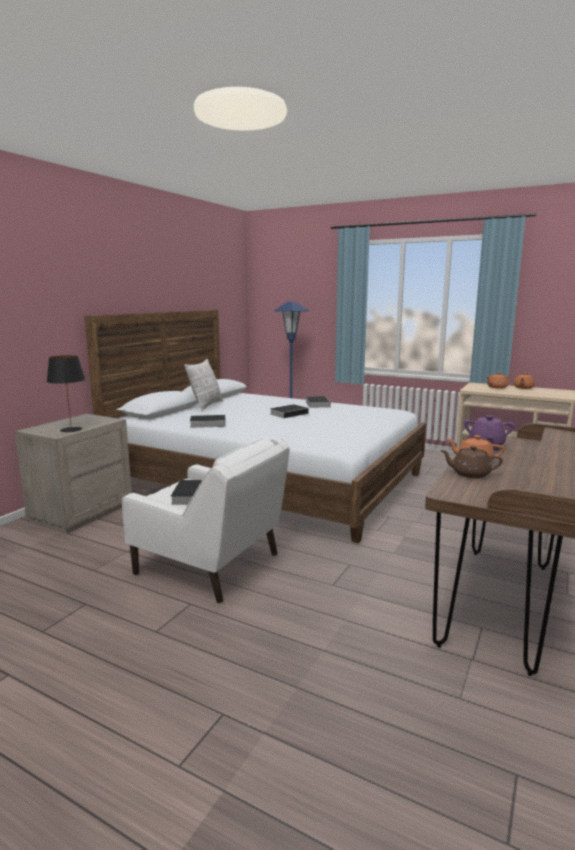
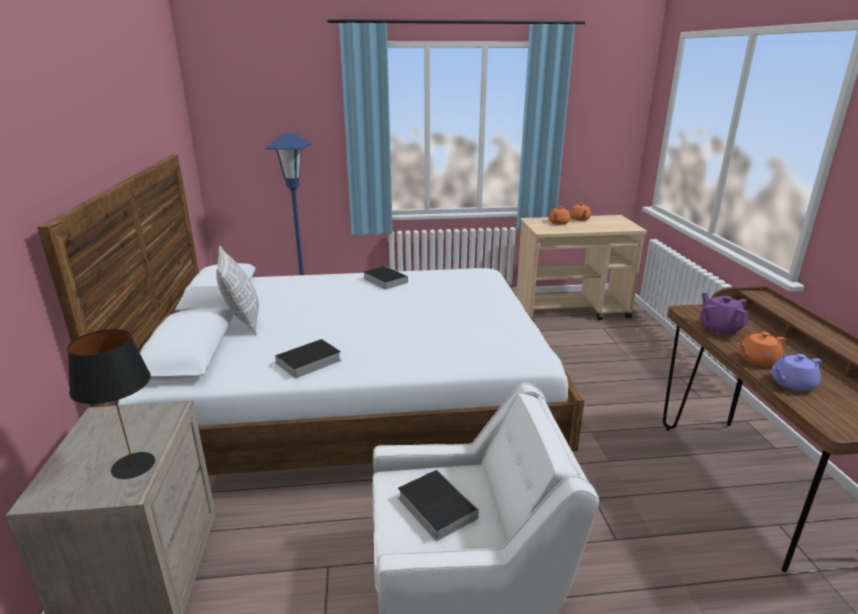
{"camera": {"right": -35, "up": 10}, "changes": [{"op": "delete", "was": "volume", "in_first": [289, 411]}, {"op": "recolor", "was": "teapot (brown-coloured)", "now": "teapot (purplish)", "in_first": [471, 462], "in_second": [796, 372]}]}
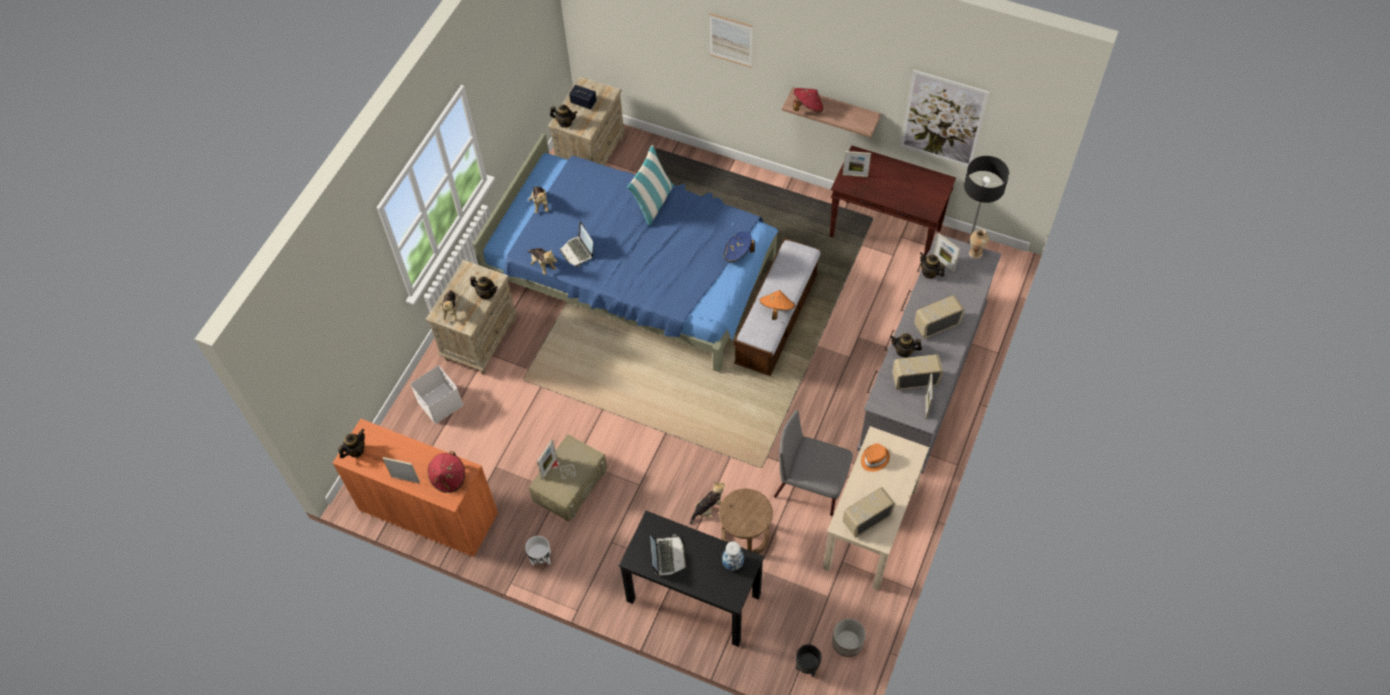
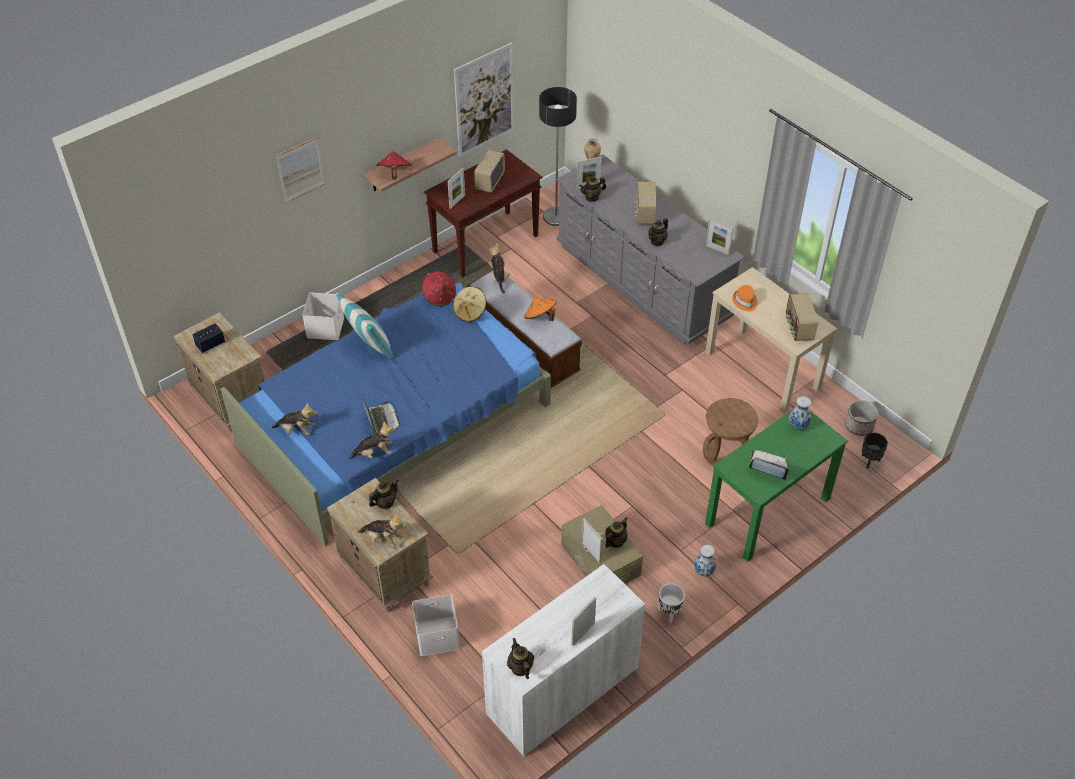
{"camera": {"right": -65, "up": -10}, "changes": [{"op": "delete", "was": "upright chair (grey)", "in_first": [813, 463]}, {"op": "insert", "now": "storage box (white-coloured)", "in_second": [323, 316]}, {"op": "insert", "now": "vase", "in_second": [705, 561]}, {"op": "move", "was": "wearable hat (red-coloured)", "in_first": [446, 472], "in_second": [439, 288]}, {"op": "move", "was": "teapot", "in_first": [563, 116], "in_second": [616, 532]}, {"op": "move", "was": "cuddly toy", "in_first": [707, 503], "in_second": [500, 268]}, {"op": "move", "was": "radio set", "in_first": [917, 372], "in_second": [489, 171]}, {"op": "recolor", "was": "cupboard (orange)", "now": "cupboard (white-coloured)", "in_first": [415, 488], "in_second": [563, 660]}, {"op": "recolor", "was": "desk (black-coloured)", "now": "desk (green)", "in_first": [691, 579], "in_second": [776, 486]}, {"op": "recolor", "was": "wearable hat (blue)", "now": "wearable hat (sand-coloured)", "in_first": [739, 247], "in_second": [469, 304]}, {"op": "rotate", "was": "laptop", "in_first": [577, 244], "in_second": [381, 416], "clockwise": -105}]}
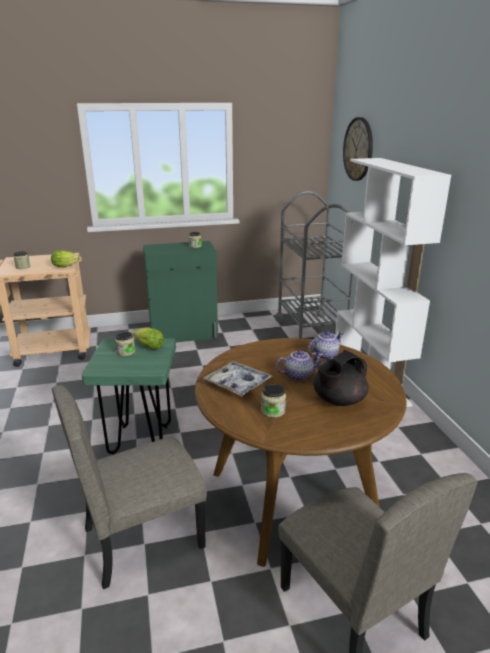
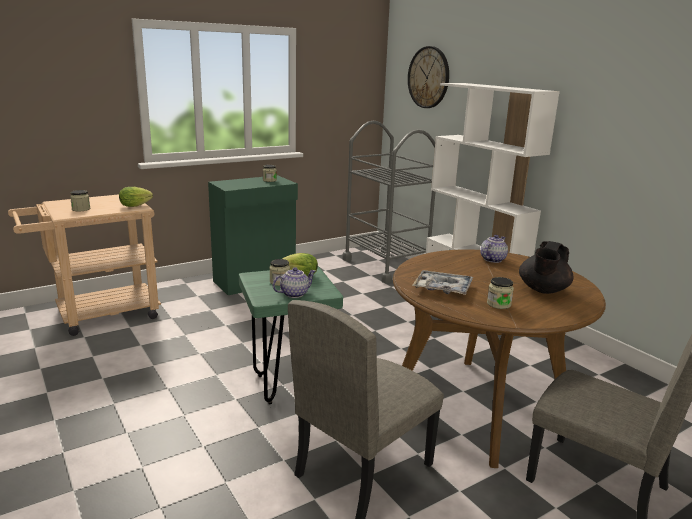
{"camera": {"right": -20, "up": -5}, "changes": [{"op": "move", "was": "teapot", "in_first": [299, 365], "in_second": [294, 282]}]}
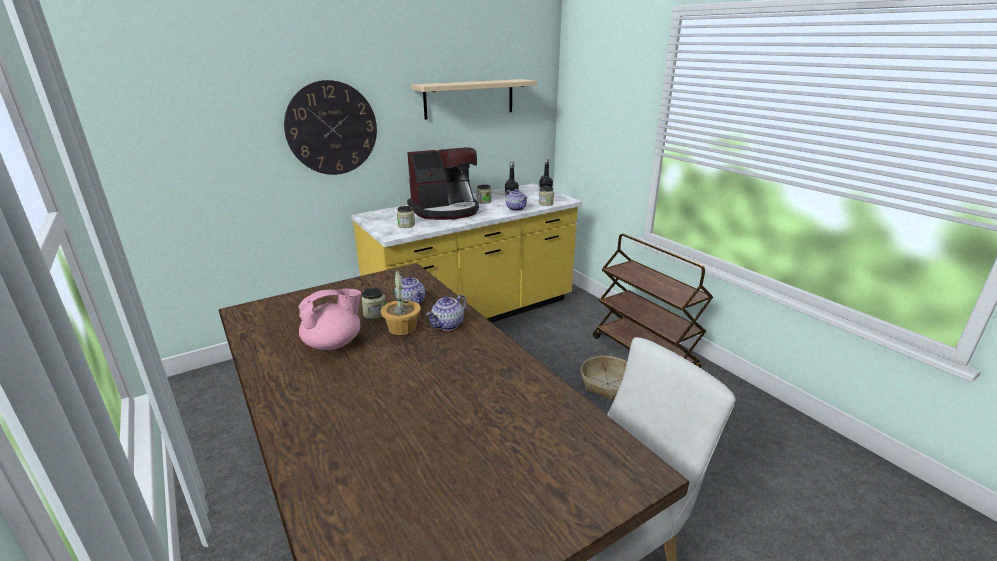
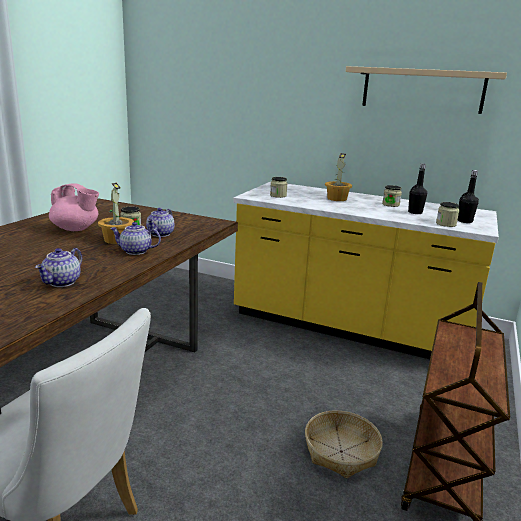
{"camera": {"right": 55, "up": -5}, "changes": [{"op": "delete", "was": "wall clock", "in_first": [330, 127]}, {"op": "move", "was": "teapot", "in_first": [516, 200], "in_second": [58, 267]}, {"op": "replace", "was": "coffee brewer", "now": "houseplant", "in_first": [443, 183], "in_second": [338, 177]}]}
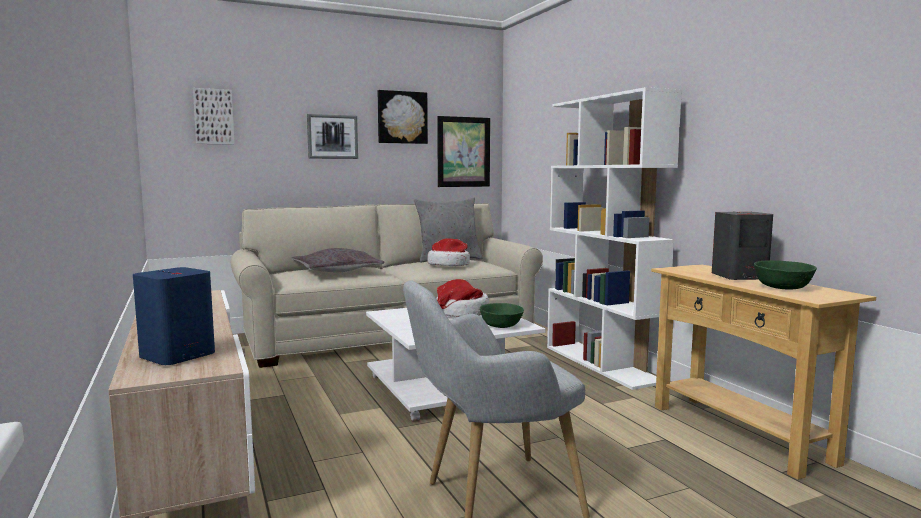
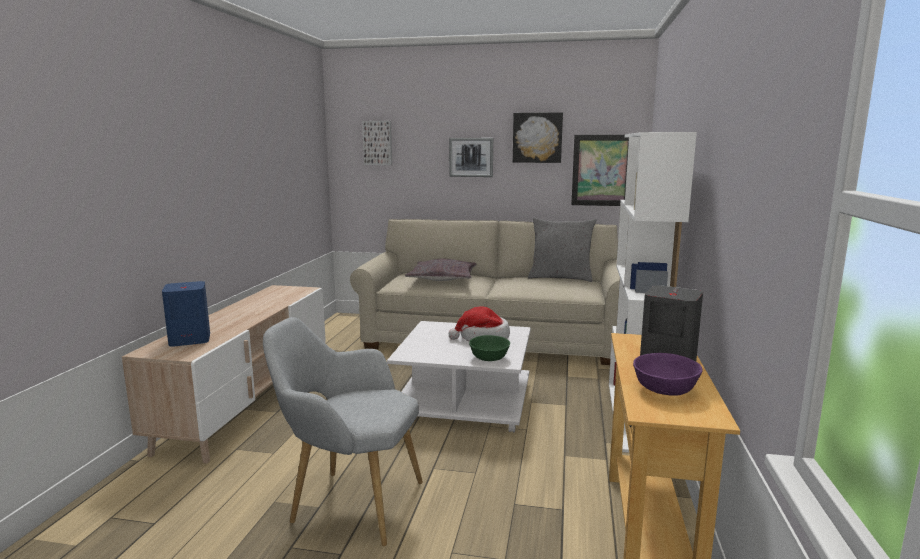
{"camera": {"right": 35, "up": 5}, "changes": [{"op": "delete", "was": "wearable hat", "in_first": [449, 252]}, {"op": "recolor", "was": "serving bowl (green)", "now": "serving bowl (purplish)", "in_first": [785, 274], "in_second": [667, 374]}]}
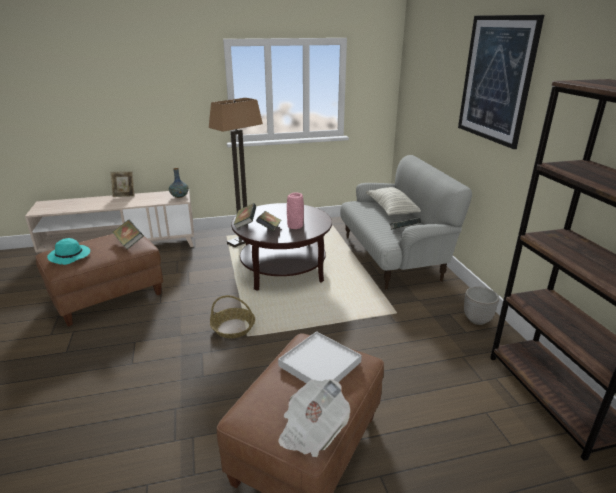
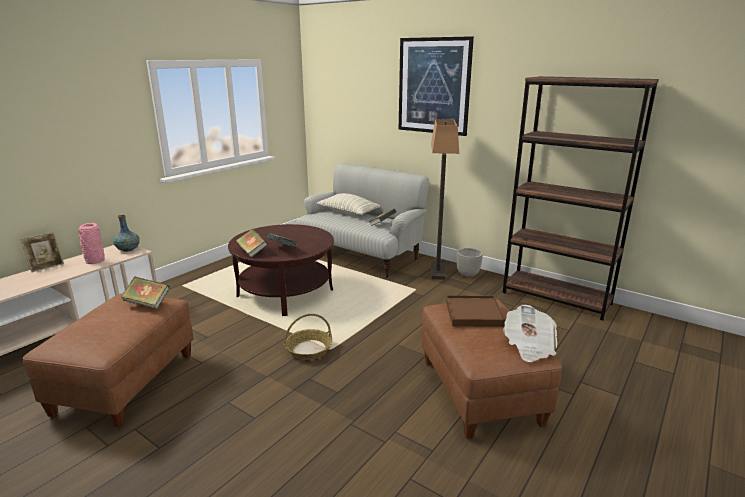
{"camera": {"right": -40, "up": -5}, "changes": [{"op": "delete", "was": "wearable hat (turquoise-coloured)", "in_first": [68, 251]}, {"op": "move", "was": "standing lamp", "in_first": [236, 172], "in_second": [445, 200]}, {"op": "move", "was": "vase (pinkish)", "in_first": [295, 210], "in_second": [91, 243]}, {"op": "recolor", "was": "tray (white-coloured)", "now": "tray (brown-coloured)", "in_first": [320, 357], "in_second": [475, 311]}]}
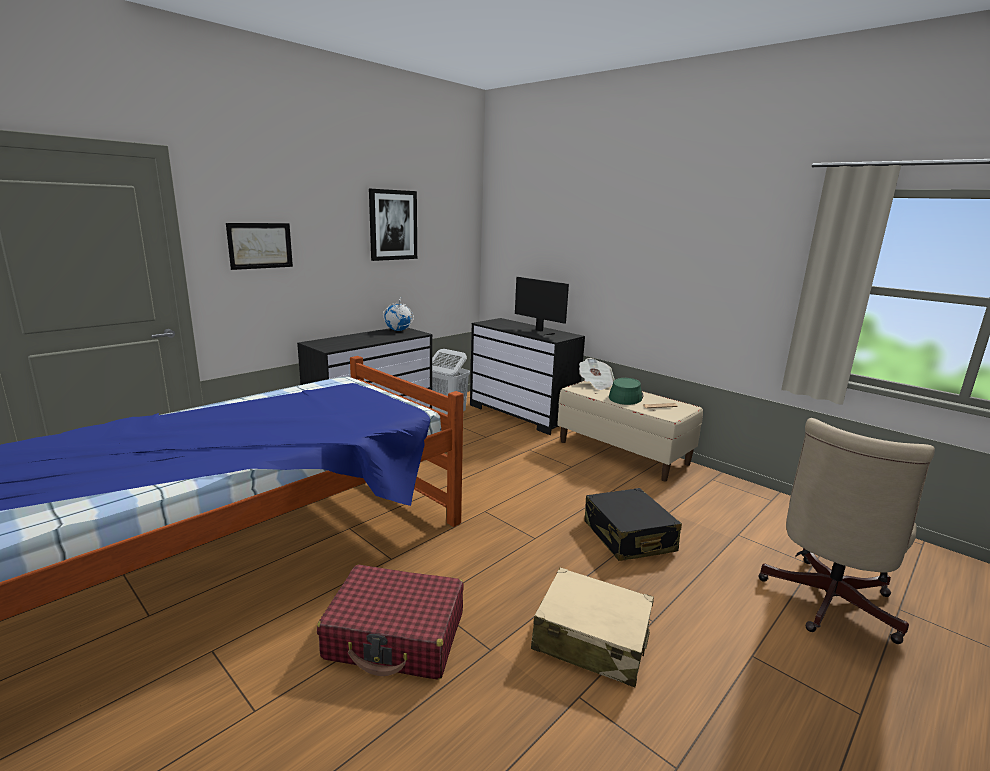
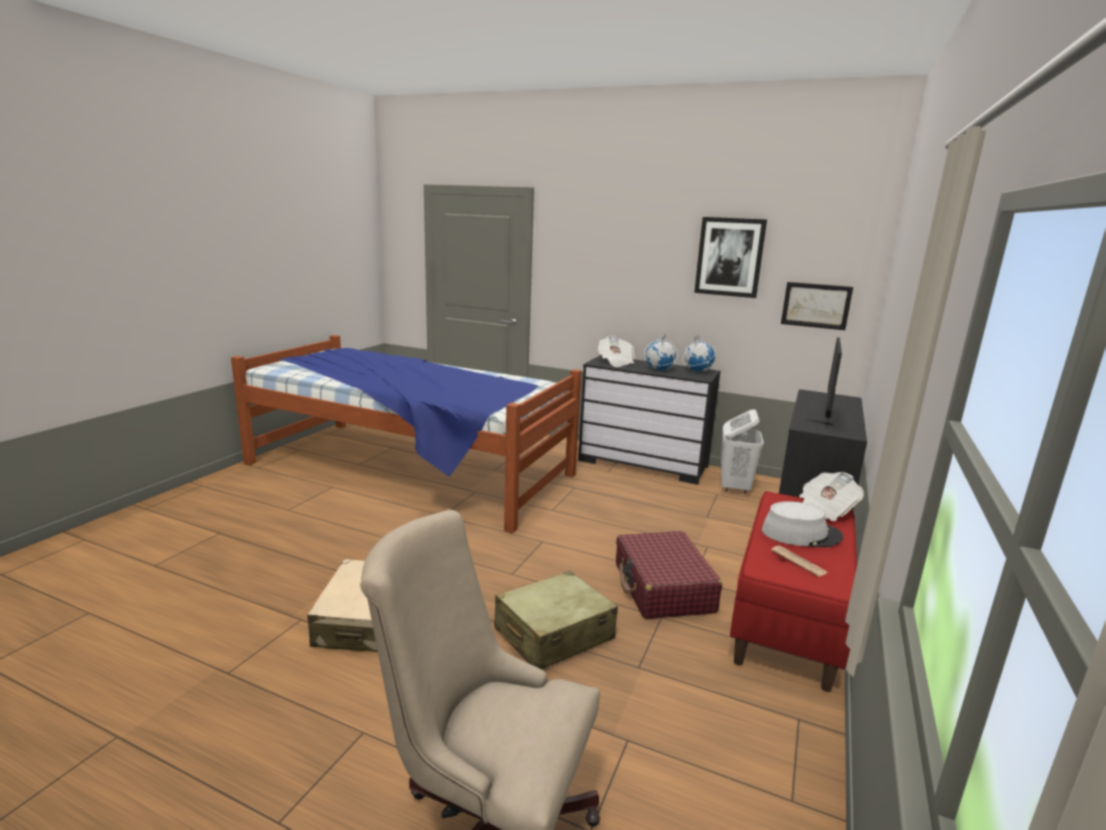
{"camera": {"right": 70, "up": 0}, "changes": [{"op": "insert", "now": "newspaper", "in_second": [616, 351]}, {"op": "insert", "now": "world globe", "in_second": [661, 352]}, {"op": "move", "was": "wall art", "in_first": [259, 246], "in_second": [817, 306]}, {"op": "move", "was": "suitcase (red-coloured)", "in_first": [390, 622], "in_second": [669, 575]}, {"op": "recolor", "was": "indoor bench (sand-coloured)", "now": "indoor bench (red-coloured)", "in_first": [630, 431], "in_second": [793, 591]}, {"op": "recolor", "was": "suitcase (black-coloured)", "now": "suitcase (sand-coloured)", "in_first": [633, 524], "in_second": [556, 620]}, {"op": "recolor", "was": "wearable hat (green)", "now": "wearable hat (grey)", "in_first": [626, 391], "in_second": [802, 524]}]}
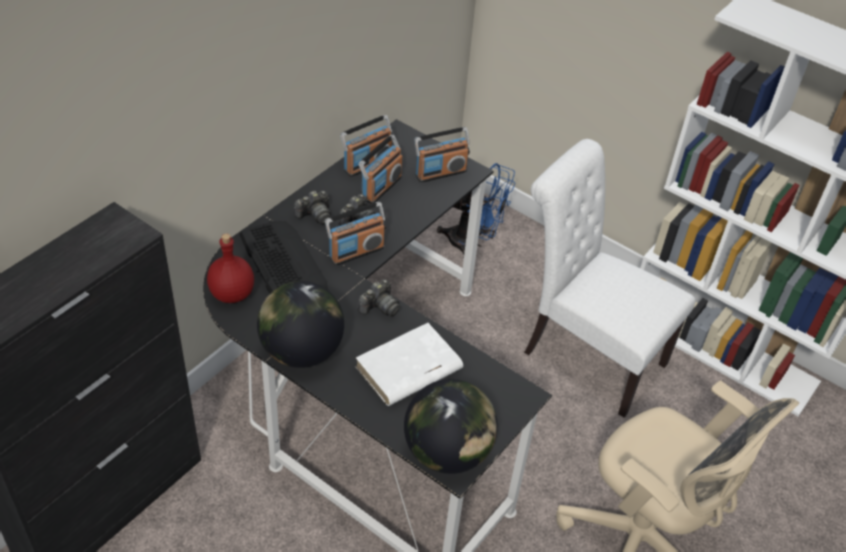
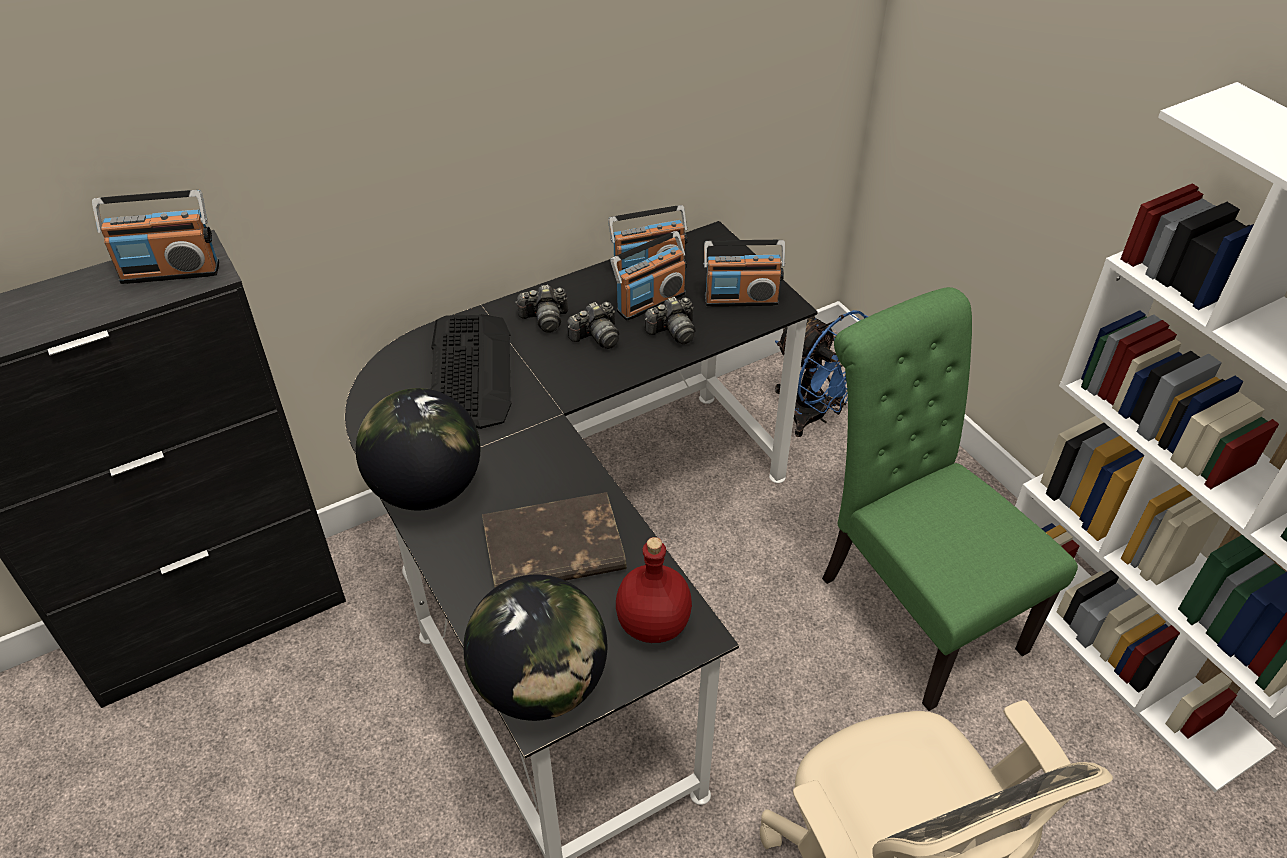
{"camera": {"right": 25, "up": 0}, "changes": [{"op": "move", "was": "drink bottle (red-coloured)", "in_first": [230, 268], "in_second": [654, 590]}, {"op": "move", "was": "radio set", "in_first": [355, 233], "in_second": [155, 237]}, {"op": "move", "was": "still camera", "in_first": [378, 298], "in_second": [669, 320]}, {"op": "recolor", "was": "volume (white-coloured)", "now": "volume (brown-coloured)", "in_first": [409, 364], "in_second": [554, 540]}, {"op": "recolor", "was": "upright chair (white-coloured)", "now": "upright chair (green)", "in_first": [609, 278], "in_second": [950, 499]}]}
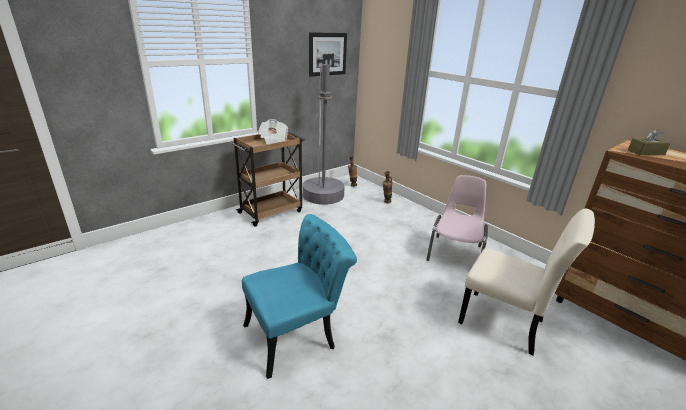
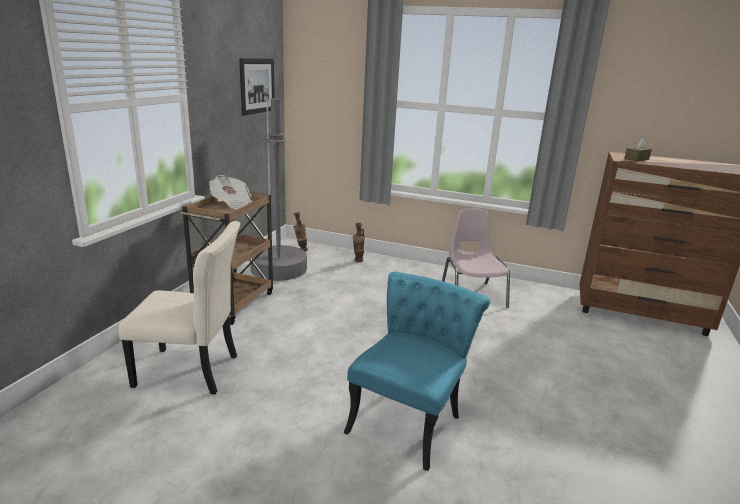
{"camera": {"right": -30, "up": -5}, "changes": [{"op": "move", "was": "upright chair (sand-coloured)", "in_first": [526, 282], "in_second": [179, 307]}]}
